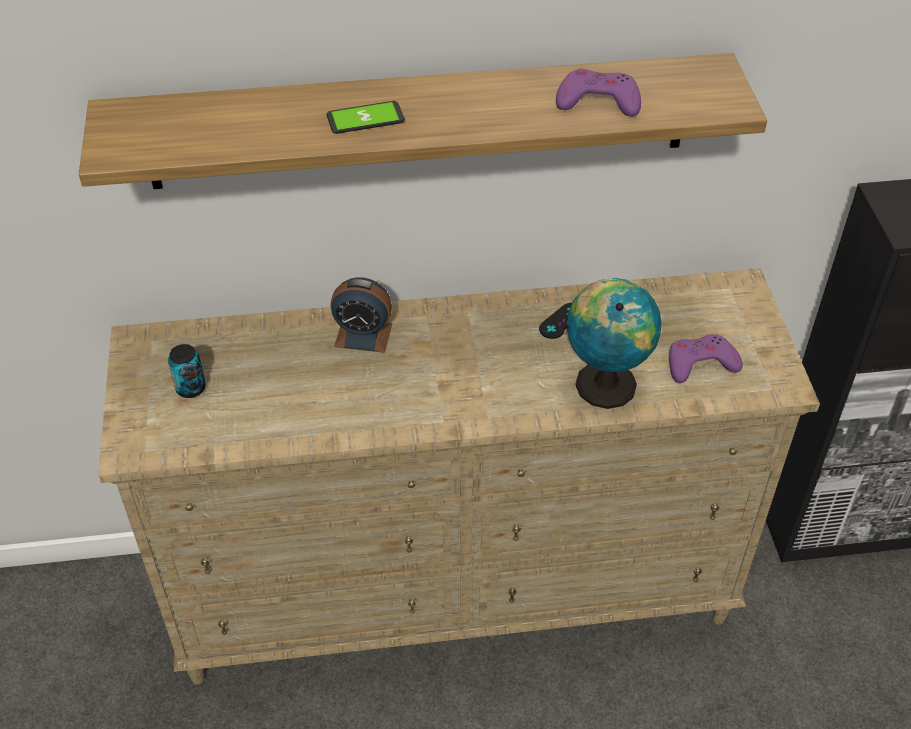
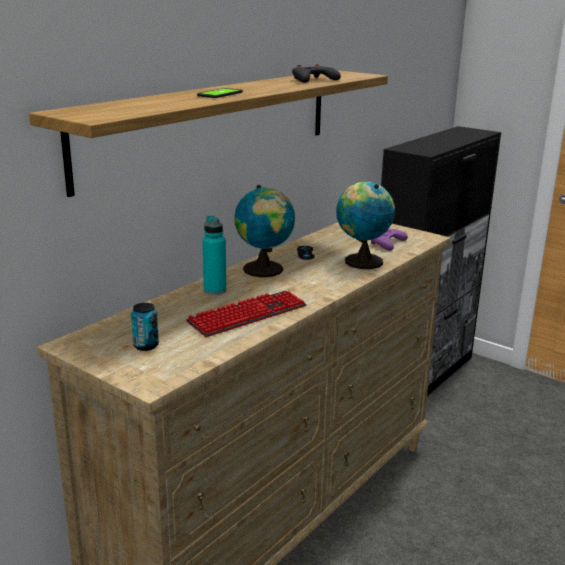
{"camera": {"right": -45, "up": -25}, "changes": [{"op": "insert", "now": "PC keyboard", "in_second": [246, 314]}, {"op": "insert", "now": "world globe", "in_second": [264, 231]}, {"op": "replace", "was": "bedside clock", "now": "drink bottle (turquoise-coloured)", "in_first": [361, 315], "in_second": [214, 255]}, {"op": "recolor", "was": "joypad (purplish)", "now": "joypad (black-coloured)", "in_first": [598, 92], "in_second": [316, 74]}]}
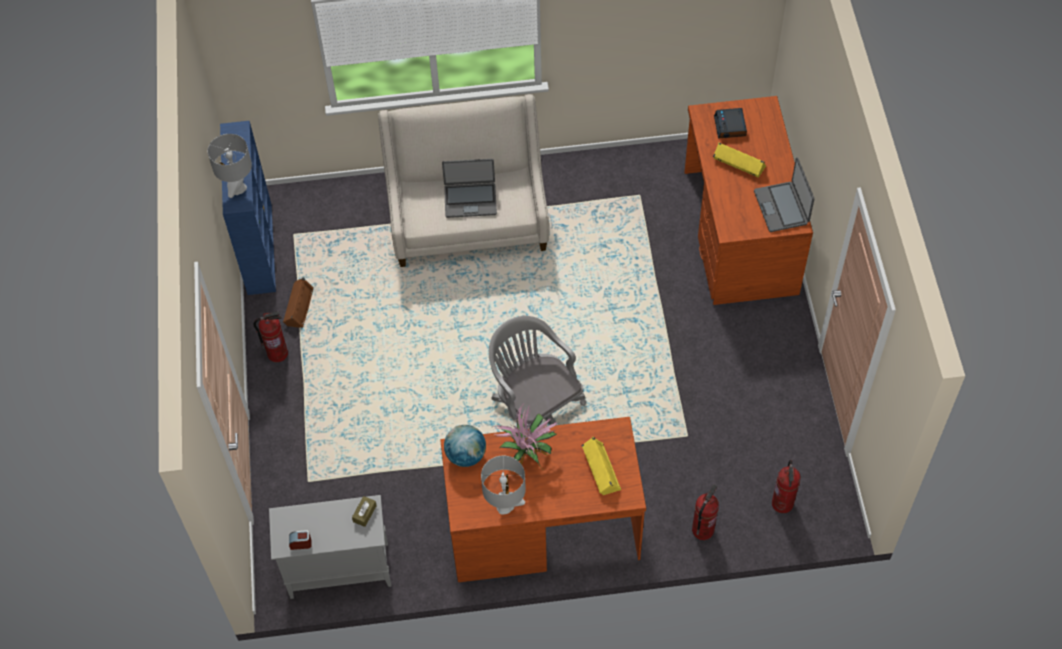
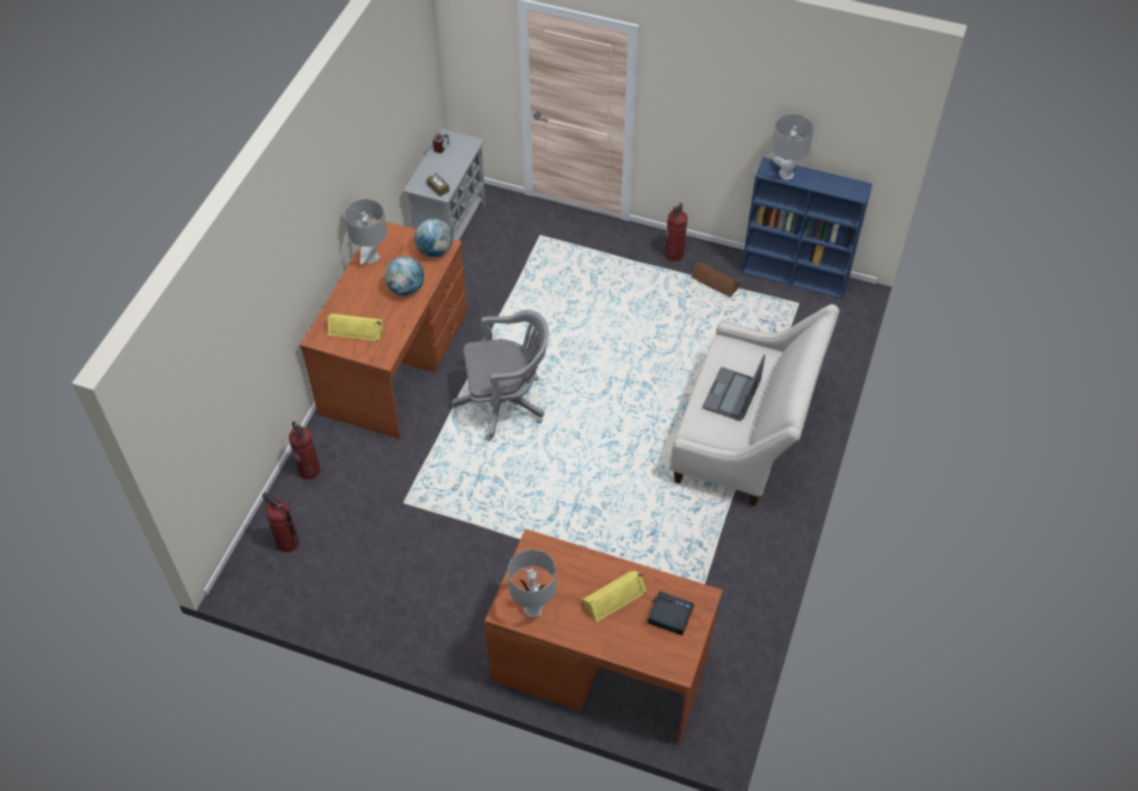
{"camera": {"right": 115, "up": -5}, "changes": [{"op": "replace", "was": "houseplant", "now": "world globe", "in_first": [525, 439], "in_second": [404, 276]}, {"op": "replace", "was": "laptop", "now": "lamp for a table (grey)", "in_first": [784, 194], "in_second": [532, 583]}]}
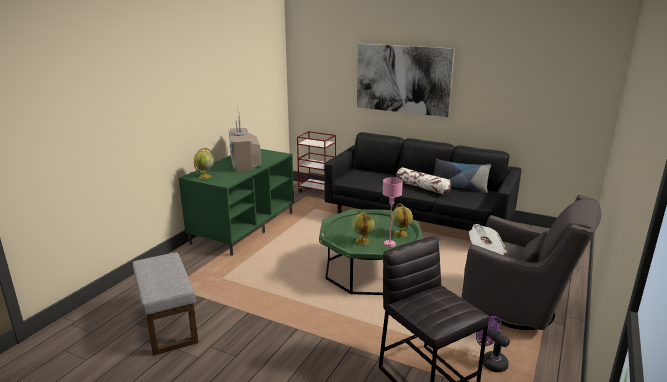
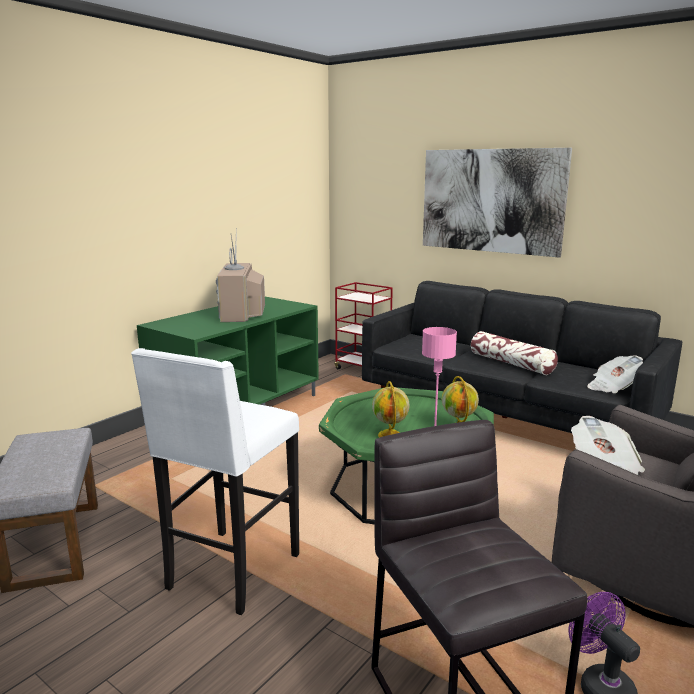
{"camera": {"right": 10, "up": -5}, "changes": [{"op": "delete", "was": "world globe", "in_first": [204, 163]}, {"op": "delete", "was": "throw pillow", "in_first": [462, 175]}, {"op": "insert", "now": "stool seat (white-coloured)", "in_second": [215, 481]}, {"op": "insert", "now": "newspaper", "in_second": [615, 374]}]}
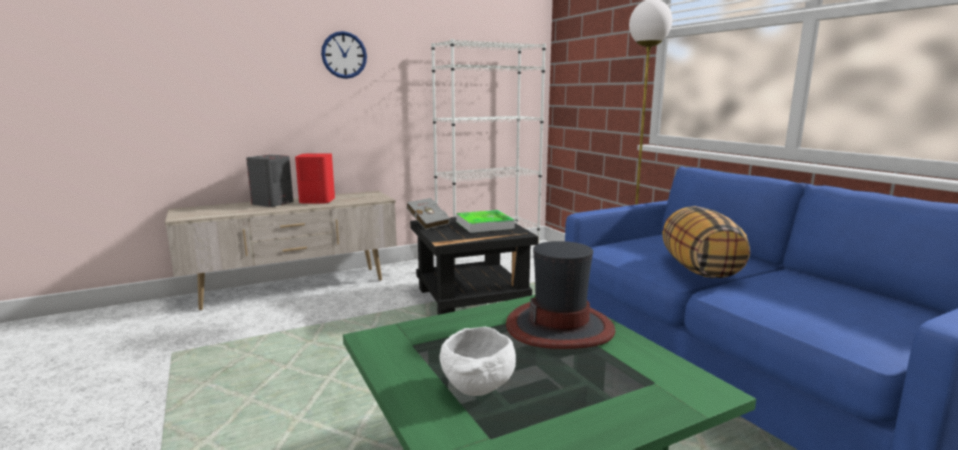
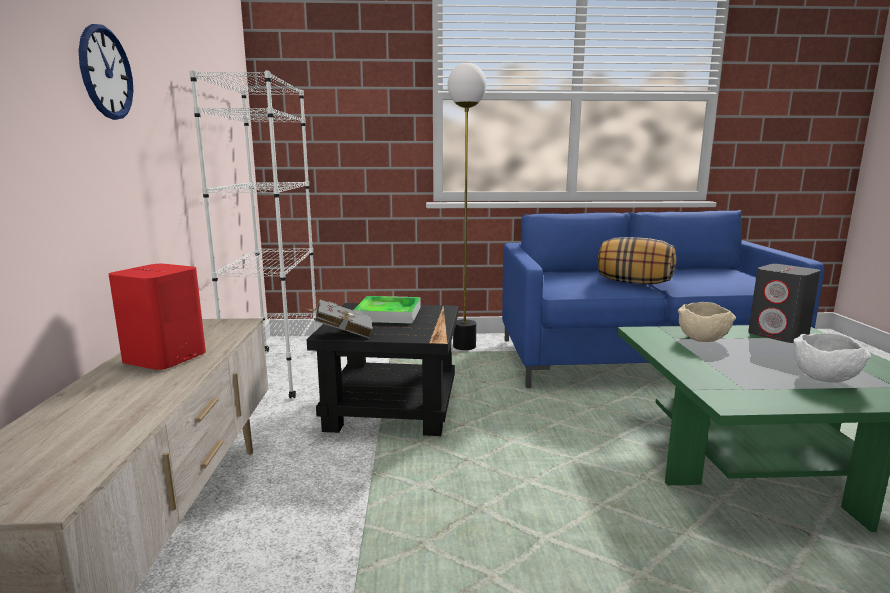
{"camera": {"right": -65, "up": 0}, "changes": [{"op": "move", "was": "audio speaker (grey)", "in_first": [269, 181], "in_second": [784, 303]}, {"op": "replace", "was": "wearable hat", "now": "serving bowl (sand-coloured)", "in_first": [560, 295], "in_second": [707, 322]}]}
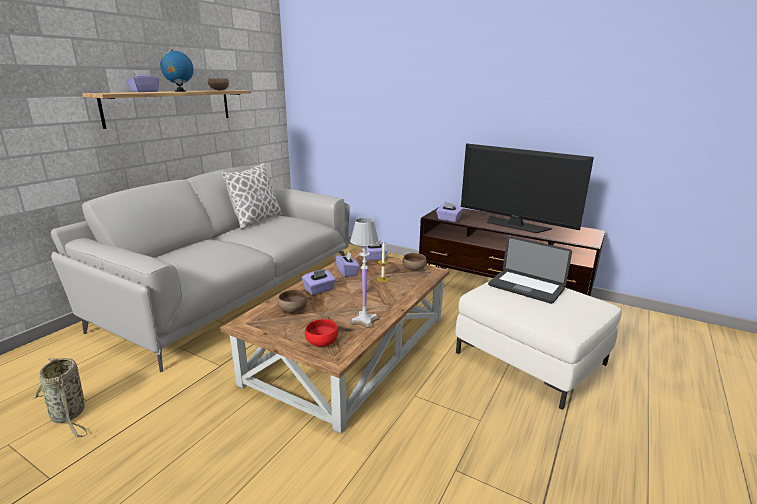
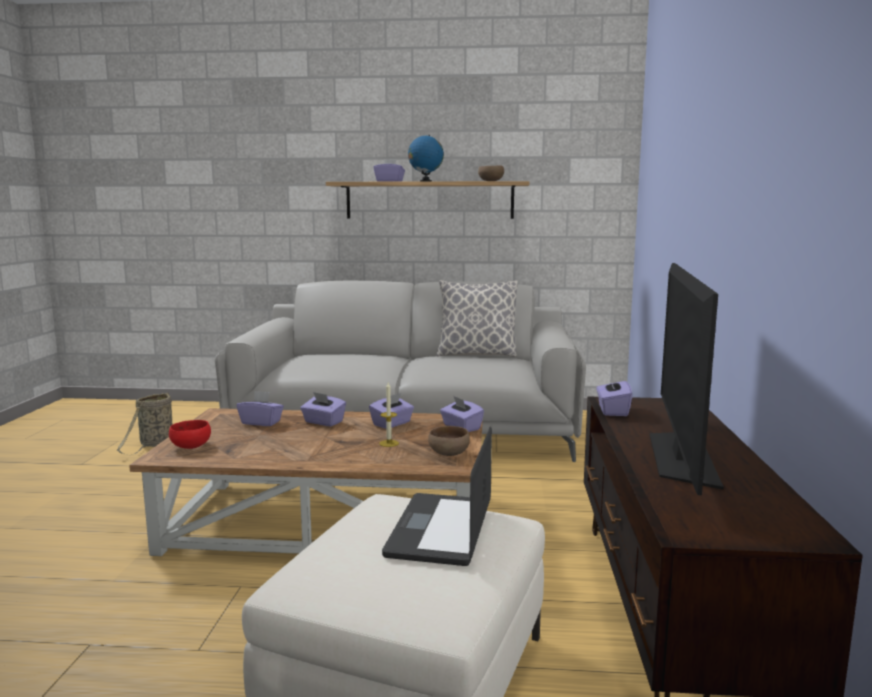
{"camera": {"right": 65, "up": -10}, "changes": [{"op": "delete", "was": "lamp for a table (white-coloured)", "in_first": [364, 273]}, {"op": "replace", "was": "serving bowl (brown-coloured)", "now": "tissue holder (purplish)", "in_first": [293, 301], "in_second": [260, 408]}]}
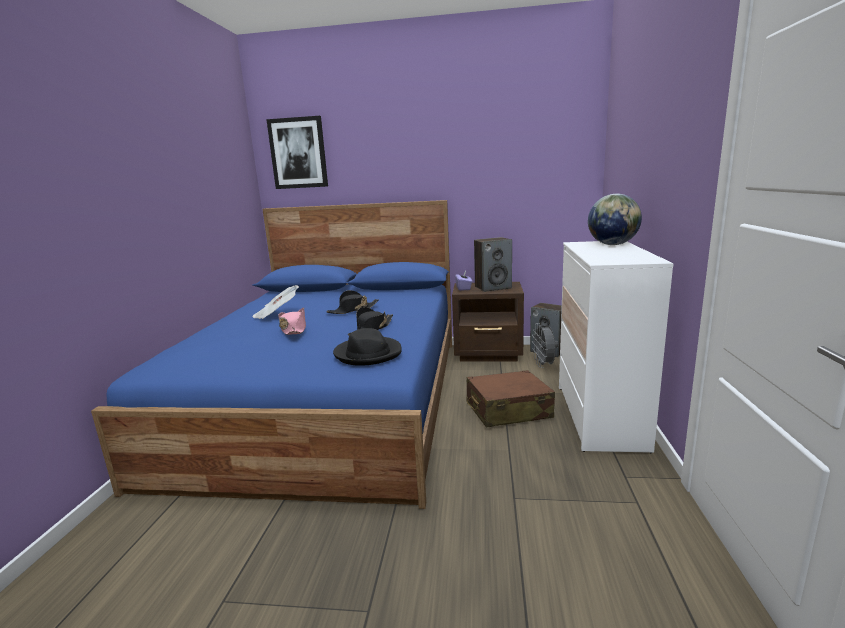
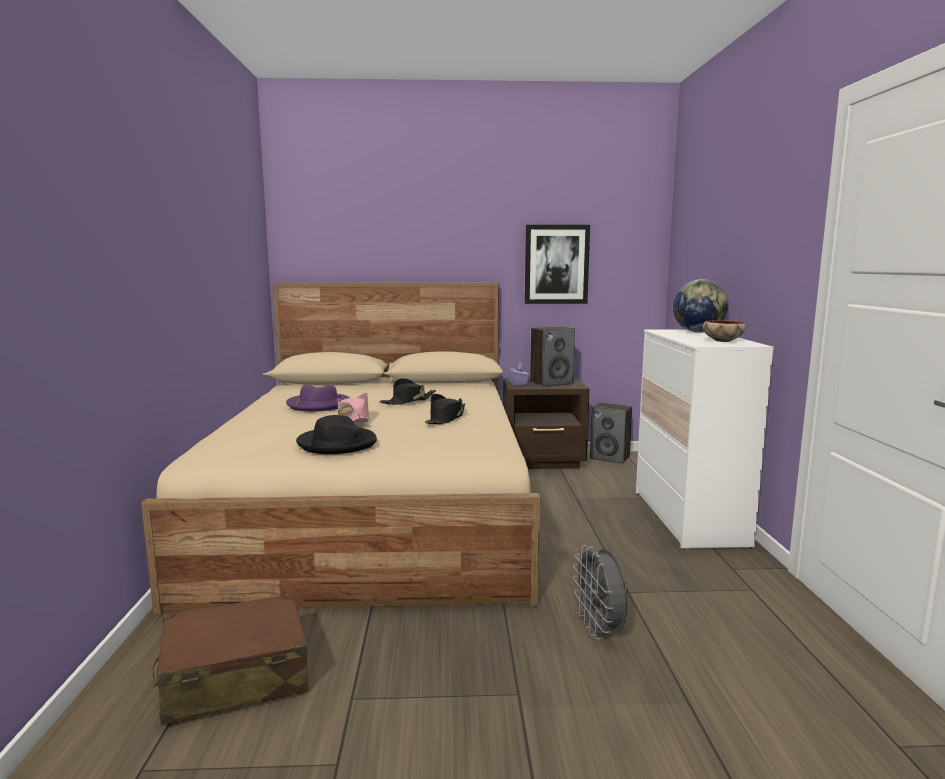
{"camera": {"right": -10, "up": -5}, "changes": [{"op": "insert", "now": "serving bowl", "in_second": [724, 331]}, {"op": "move", "was": "wall art", "in_first": [297, 152], "in_second": [557, 264]}, {"op": "move", "was": "wearable hat (black-coloured)", "in_first": [367, 347], "in_second": [336, 434]}, {"op": "move", "was": "suitcase (brown-coloured)", "in_first": [510, 399], "in_second": [230, 659]}, {"op": "move", "was": "cooling fan (grey)", "in_first": [545, 345], "in_second": [600, 592]}, {"op": "replace", "was": "newspaper", "now": "wearable hat (purplish)", "in_first": [275, 302], "in_second": [317, 398]}, {"op": "recolor", "was": "bed (blue)", "now": "bed (sand-coloured)", "in_first": [271, 354], "in_second": [340, 448]}]}
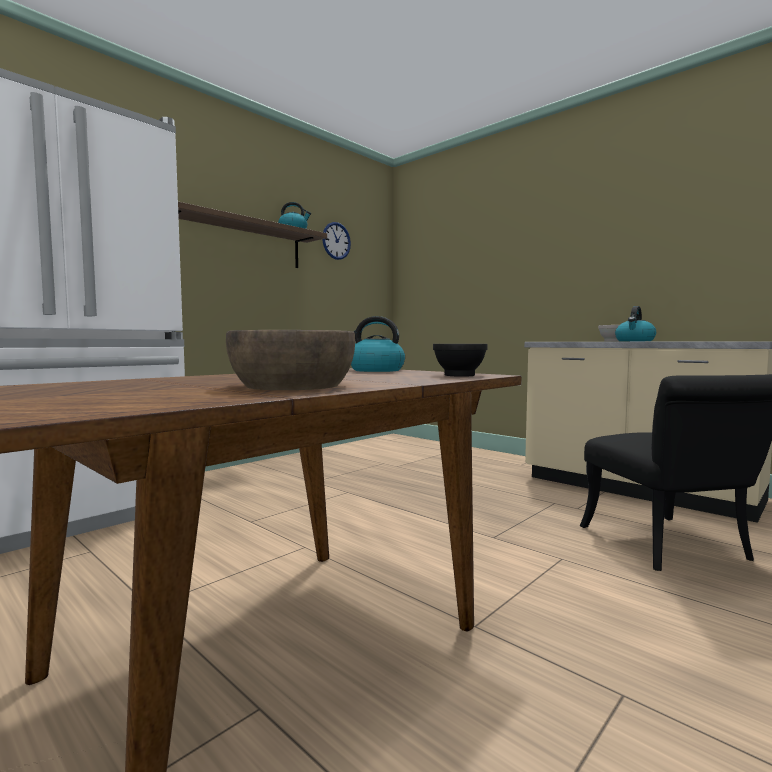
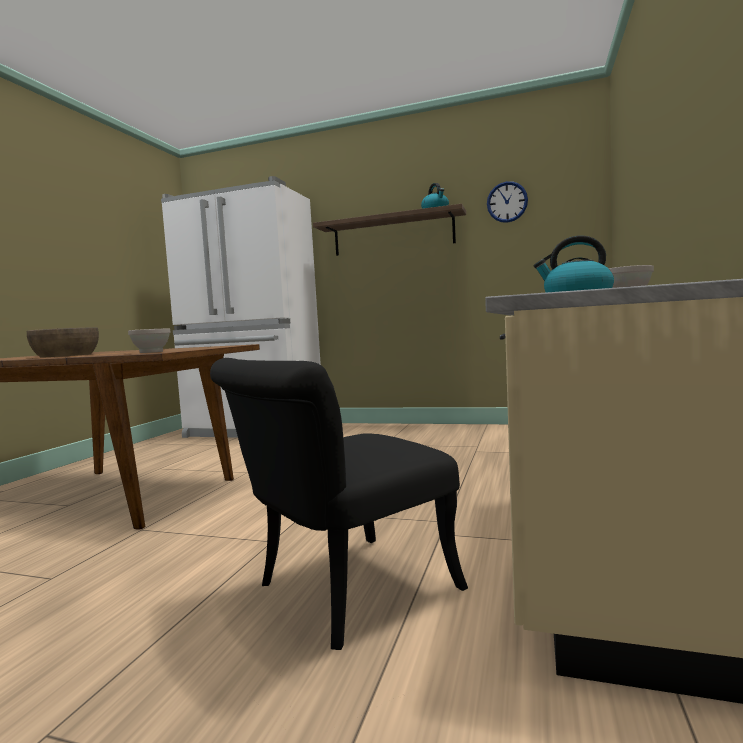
{"camera": {"right": 65, "up": 0}, "changes": [{"op": "delete", "was": "tea kettle", "in_first": [378, 344]}, {"op": "recolor", "was": "serving bowl (black-coloured)", "now": "serving bowl (white-coloured)", "in_first": [460, 360], "in_second": [149, 340]}]}
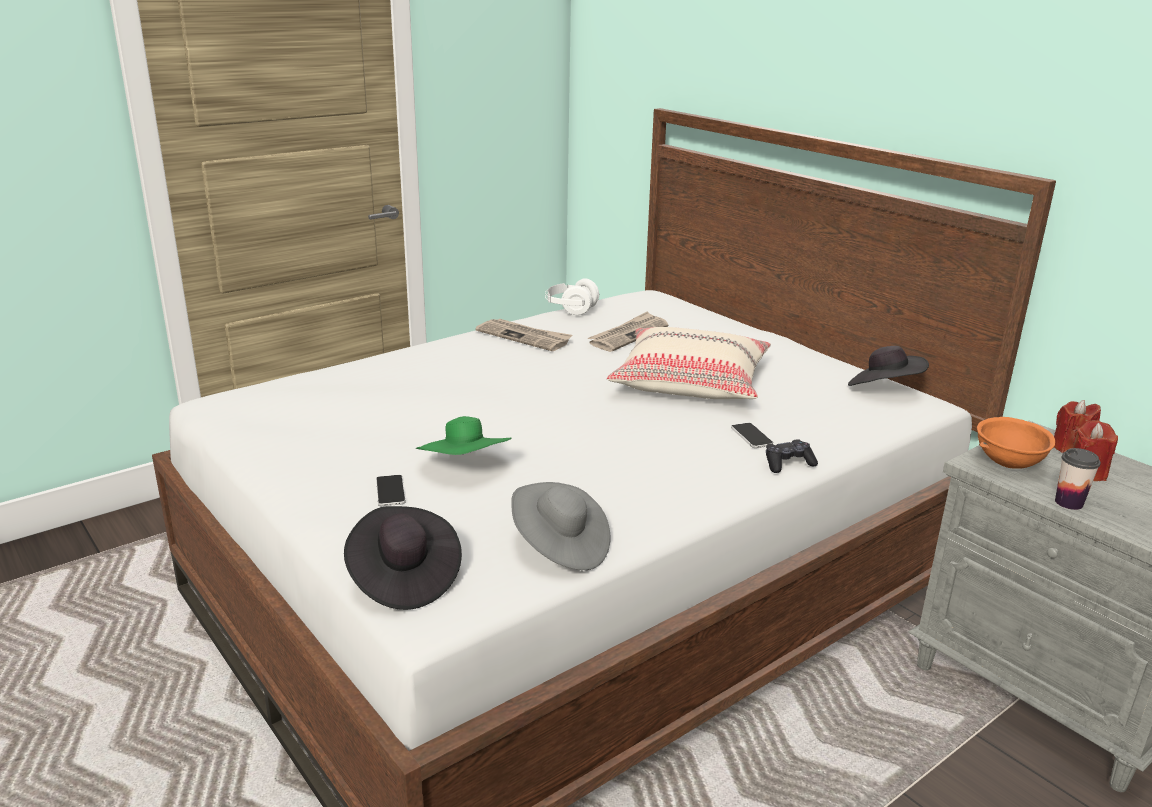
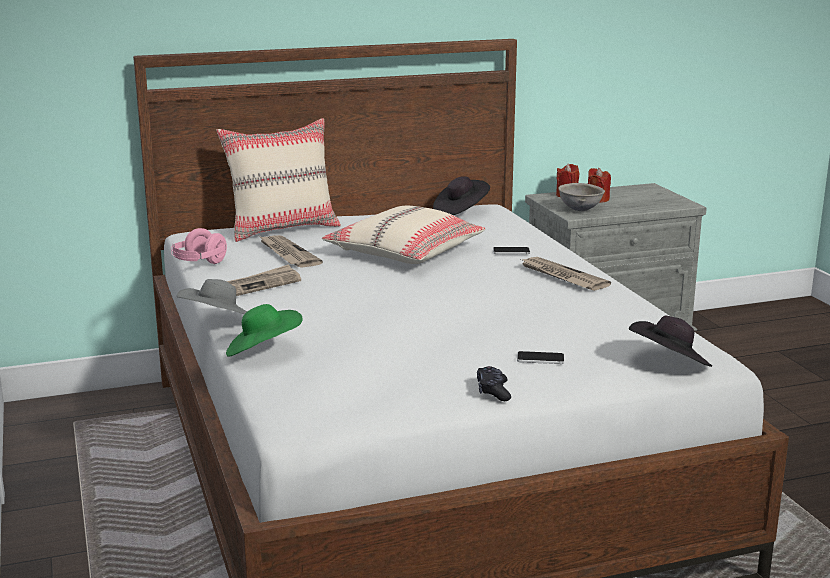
{"camera": {"right": -70, "up": -5}, "changes": [{"op": "delete", "was": "cup", "in_first": [1078, 479]}, {"op": "insert", "now": "throw pillow (sand-coloured)", "in_second": [278, 180]}, {"op": "insert", "now": "newspaper", "in_second": [565, 274]}, {"op": "move", "was": "wearable hat (green)", "in_first": [464, 435], "in_second": [264, 330]}, {"op": "move", "was": "wearable hat (grey)", "in_first": [560, 526], "in_second": [212, 296]}, {"op": "move", "was": "joypad (black-coloured)", "in_first": [792, 456], "in_second": [494, 383]}, {"op": "recolor", "was": "pair of headphones (white-coloured)", "now": "pair of headphones (pinkish)", "in_first": [572, 296], "in_second": [199, 246]}, {"op": "recolor", "was": "serving bowl (orange)", "now": "serving bowl (grey)", "in_first": [1016, 443], "in_second": [581, 197]}]}
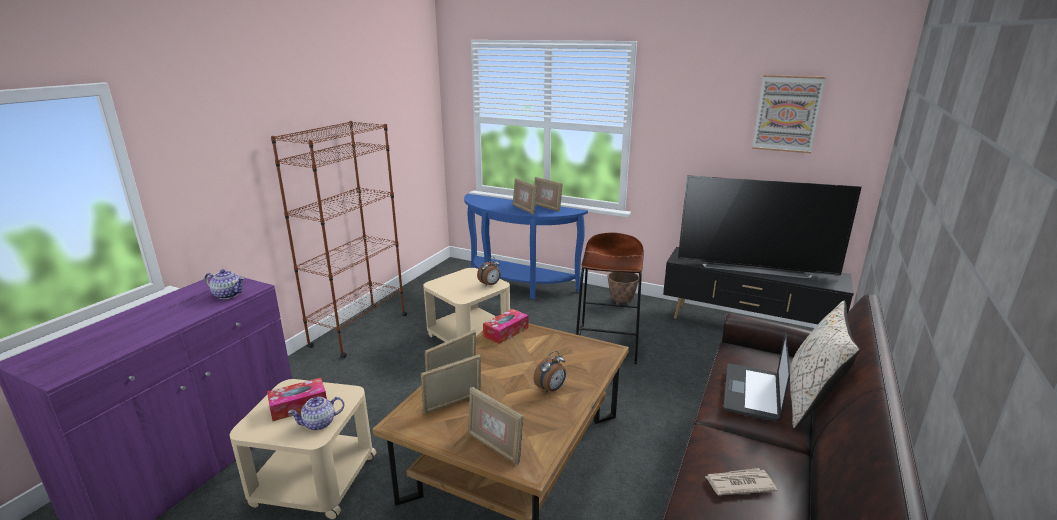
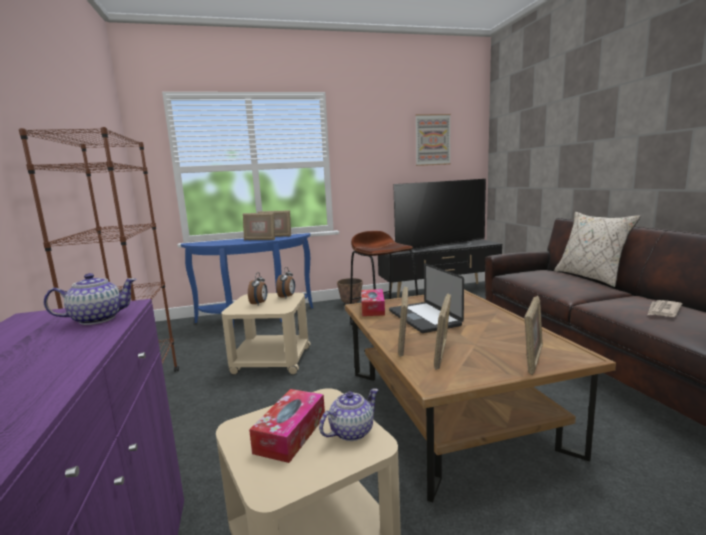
{"camera": {"right": -40, "up": -10}, "changes": [{"op": "move", "was": "bedside clock", "in_first": [550, 372], "in_second": [257, 288]}, {"op": "move", "was": "laptop", "in_first": [756, 377], "in_second": [426, 298]}, {"op": "rotate", "was": "teapot", "in_first": [316, 413], "in_second": [348, 414], "clockwise": -150}, {"op": "rotate", "was": "picture frame", "in_first": [496, 426], "in_second": [533, 335], "clockwise": -60}]}
